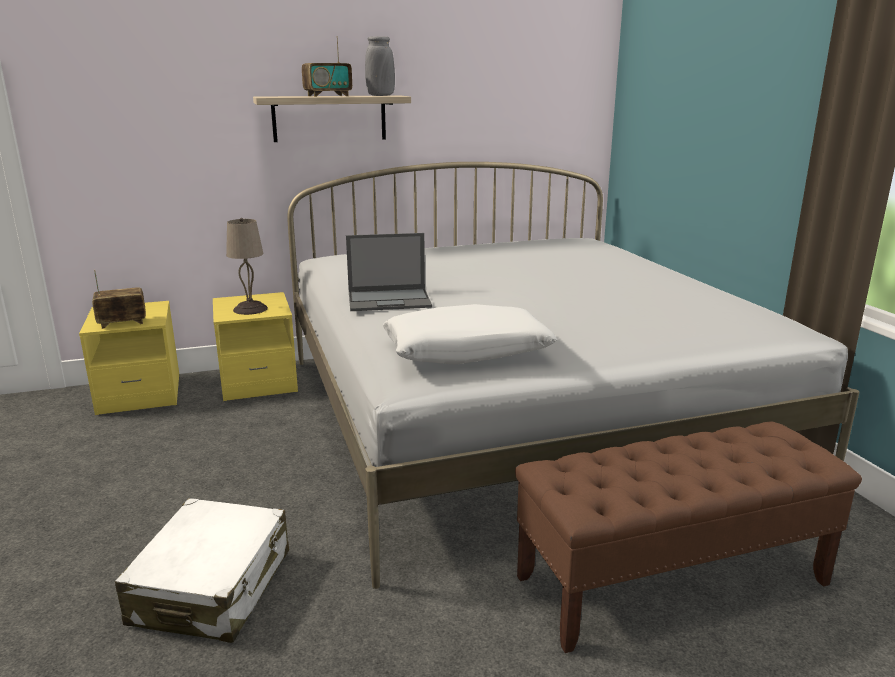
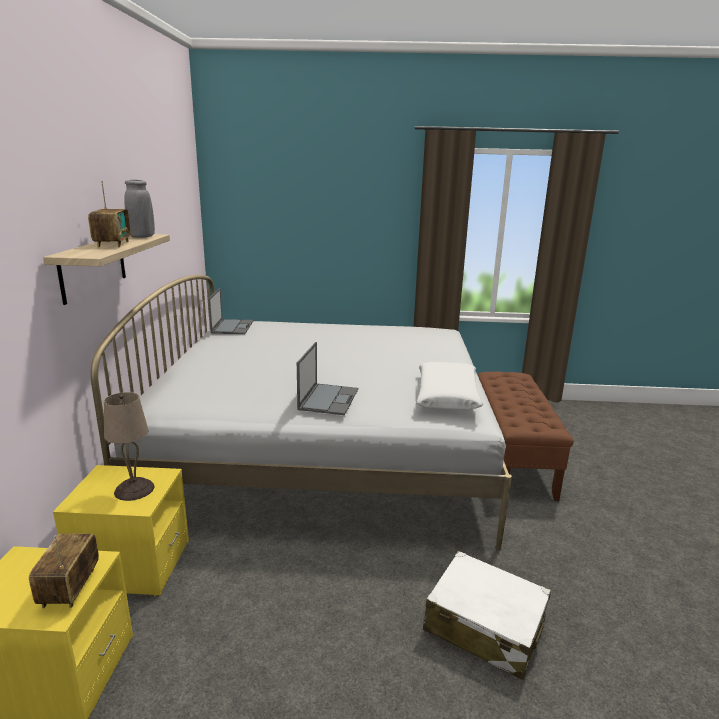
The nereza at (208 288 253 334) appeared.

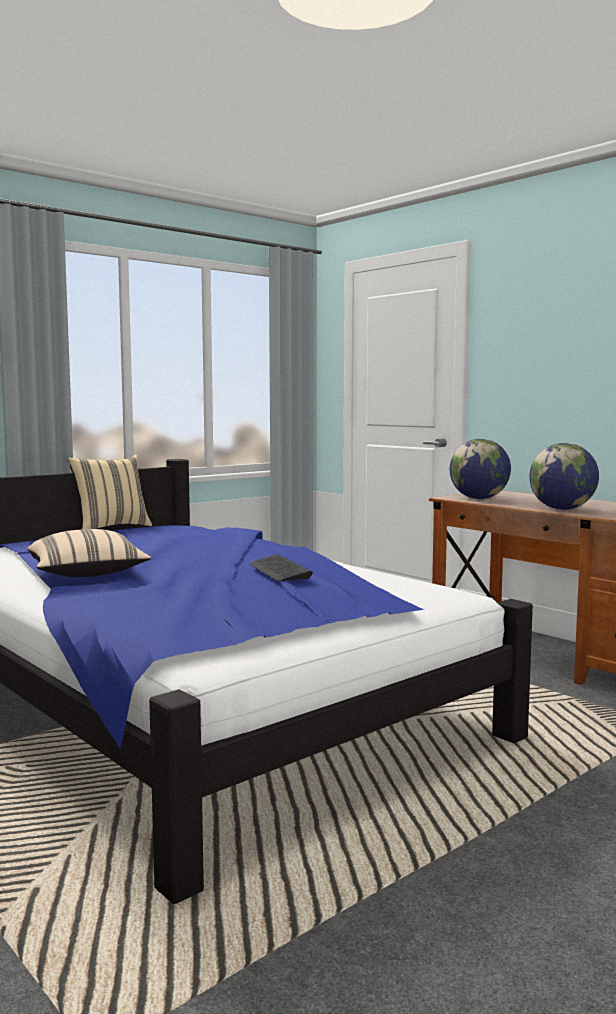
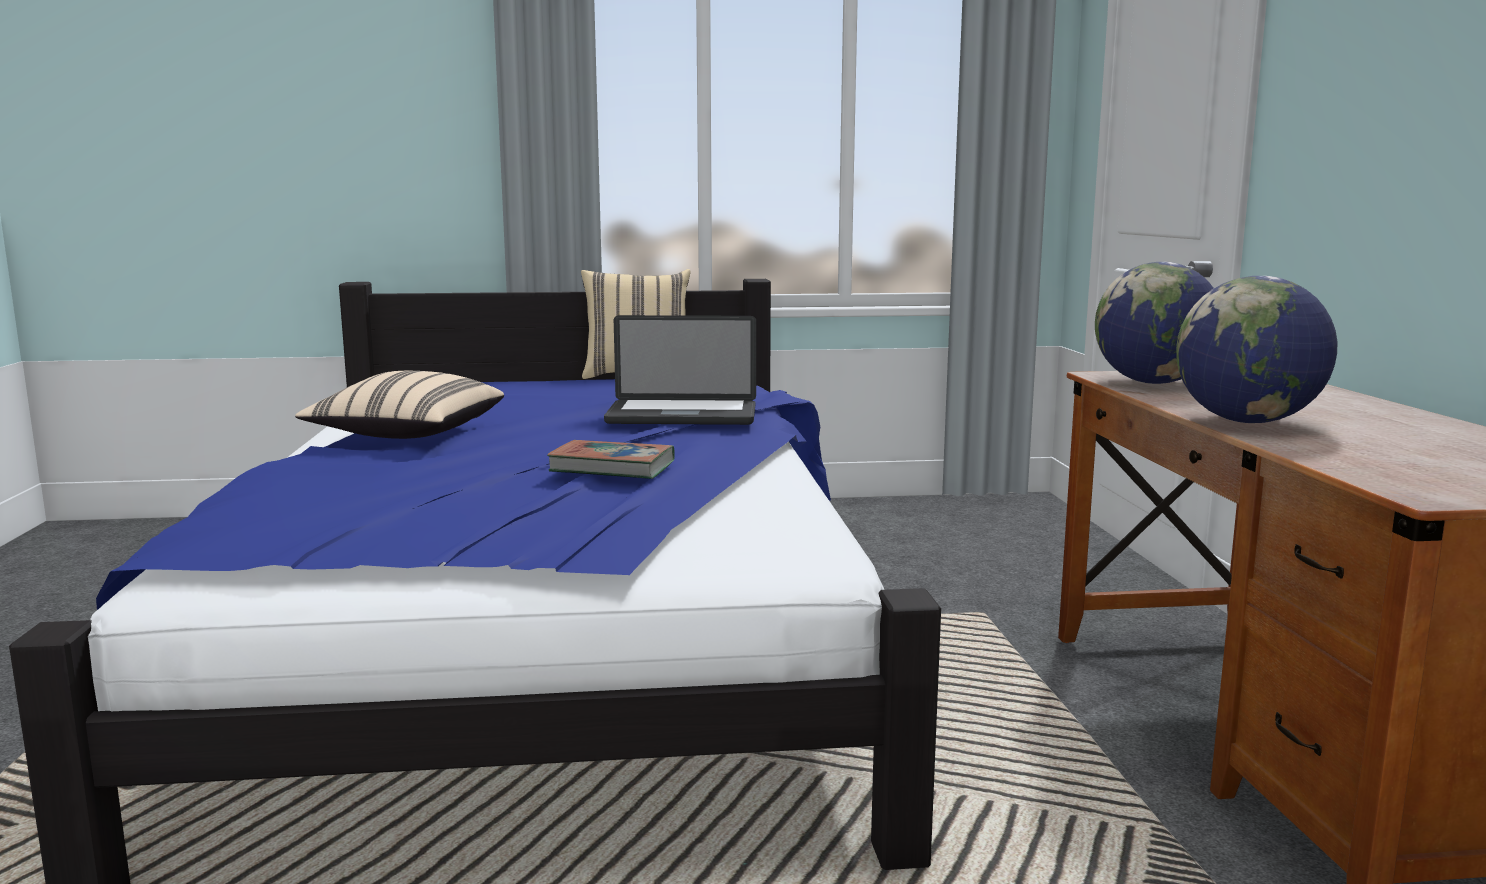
The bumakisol at (249 554 313 581) was replaced by the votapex at (547 440 675 479). The nereza at (604 315 756 425) appeared.

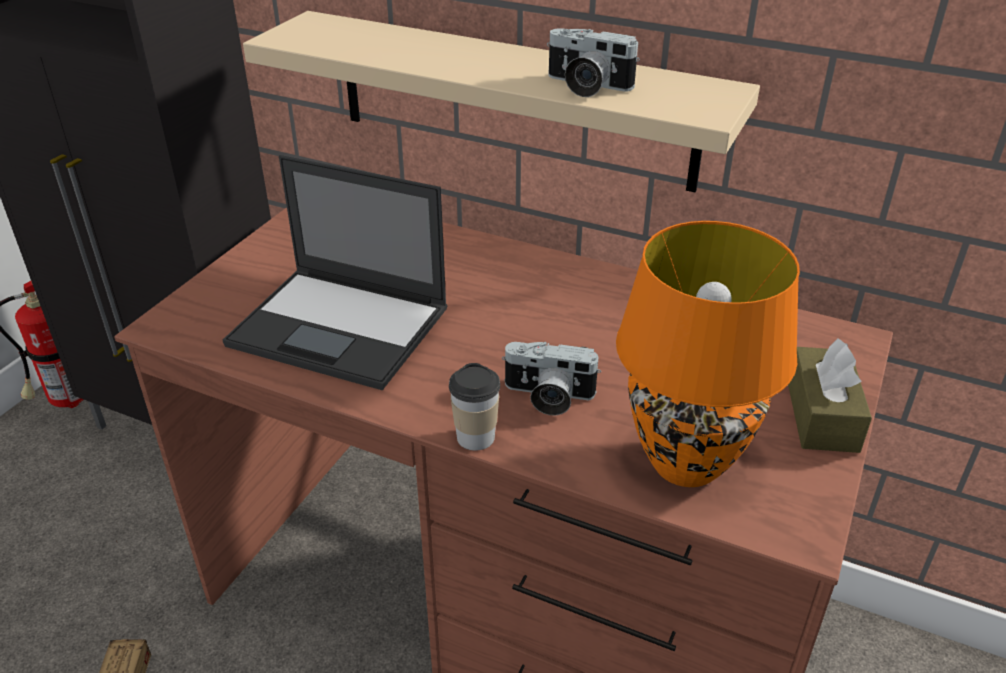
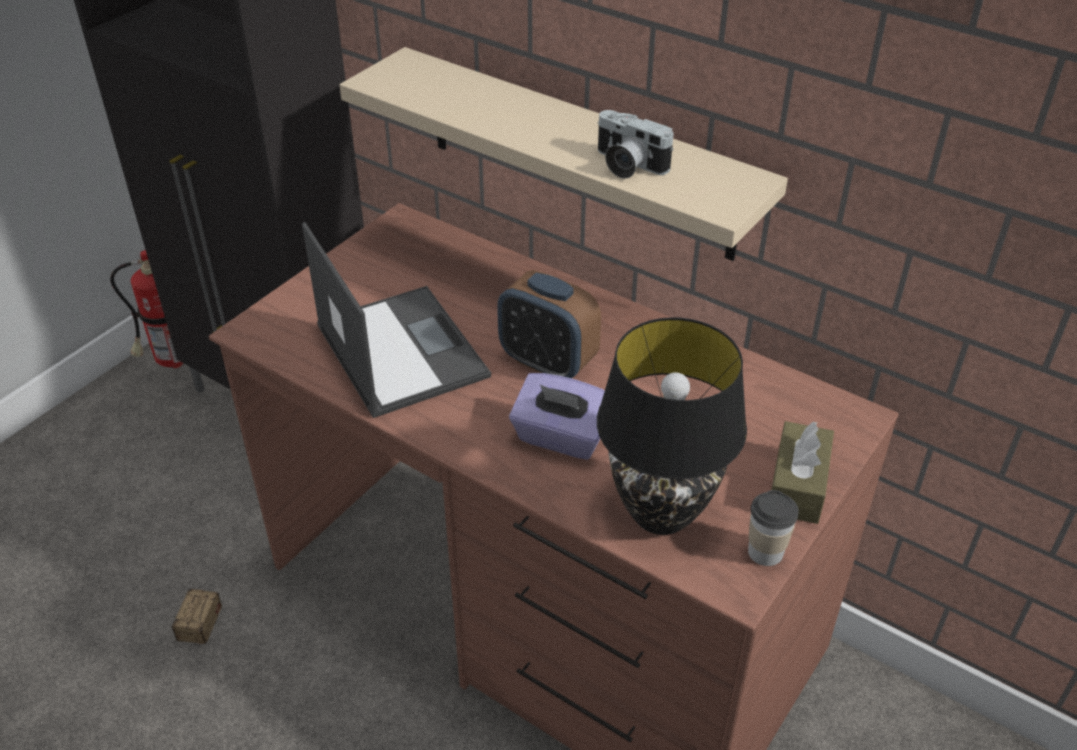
The nereza at (223 155 448 390) turned 150 degrees counterclockwise. The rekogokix moved from (449 363 500 451) to (748 490 799 566). The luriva at (502 342 601 415) was replaced by the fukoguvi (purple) at (509 373 605 460). The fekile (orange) at (616 221 800 487) became the fekile (black) at (597 317 747 535). The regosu at (497 270 601 378) appeared.

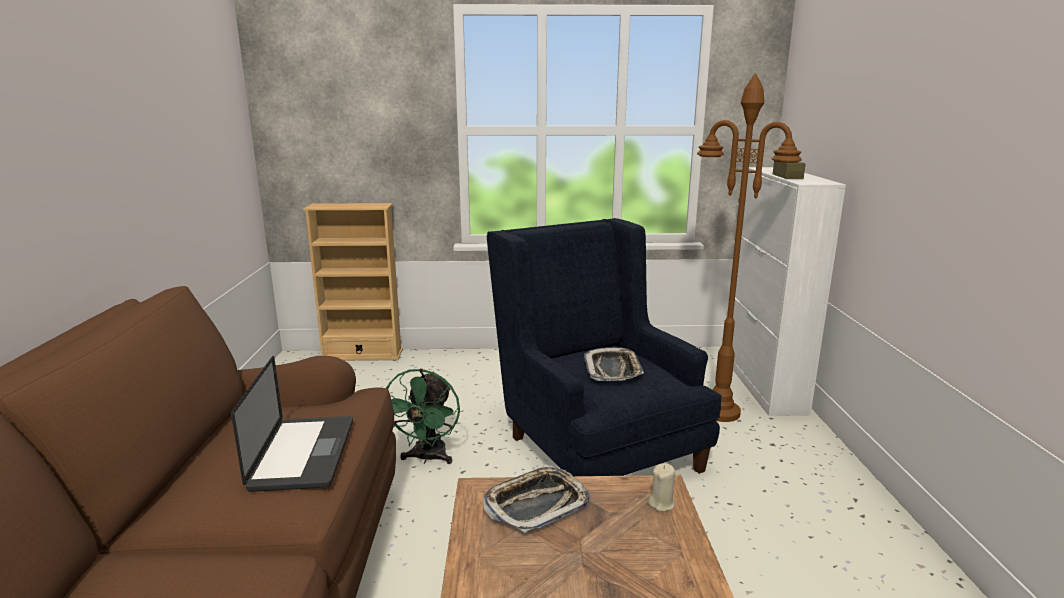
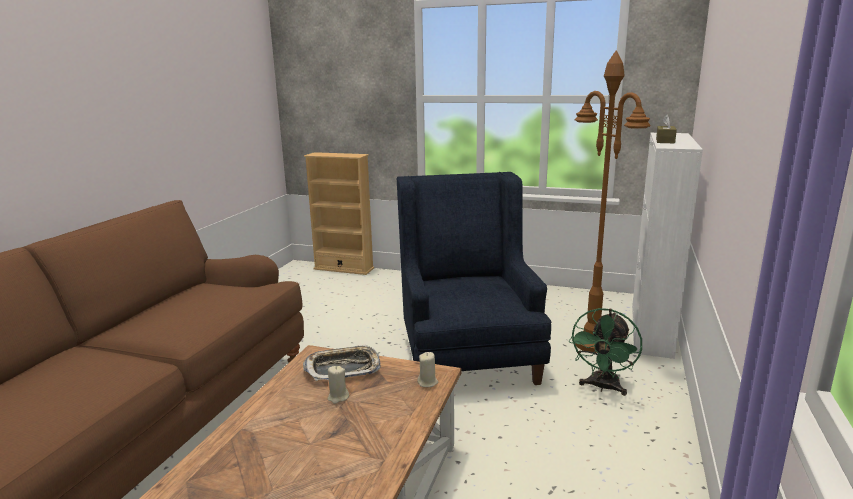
The nereza at (231 356 353 492) disappeared. The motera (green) moved from (386 368 460 464) to (569 308 642 396). The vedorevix at (584 347 644 381) disappeared. The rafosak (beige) at (328 366 349 404) appeared.

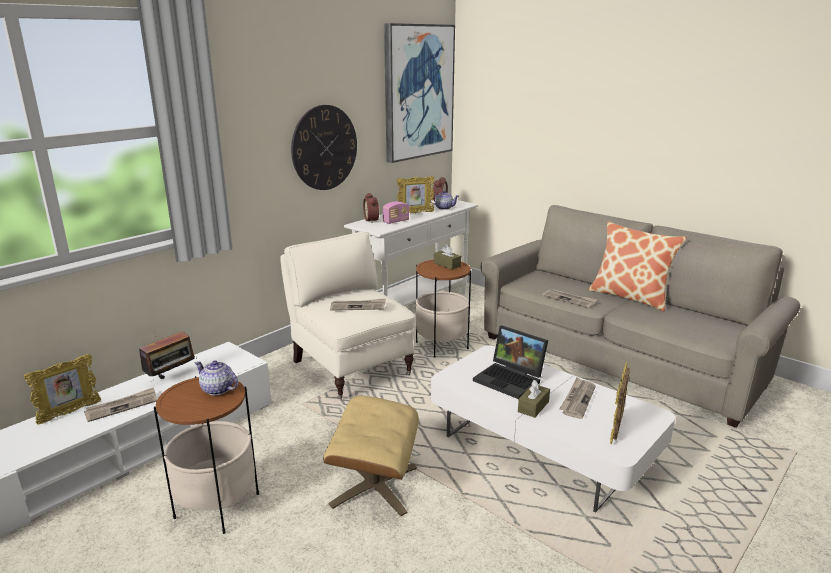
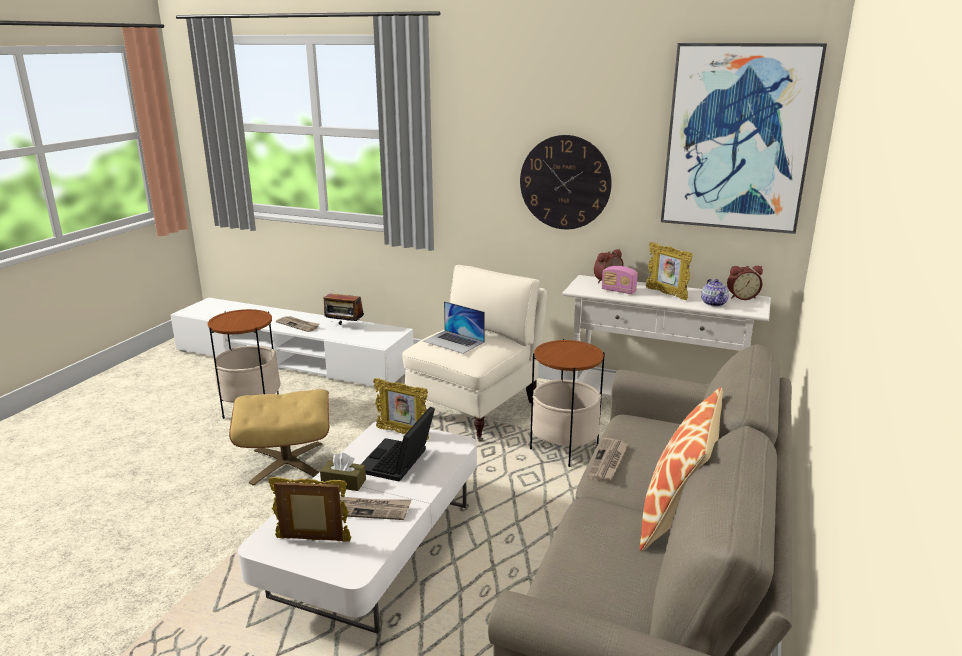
The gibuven moved from (24 354 101 425) to (373 378 429 440). The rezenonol at (195 360 238 396) disappeared. The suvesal at (330 298 386 311) was replaced by the nereza at (423 301 485 354). The fukoguvi (brown) at (434 244 461 270) disappeared.

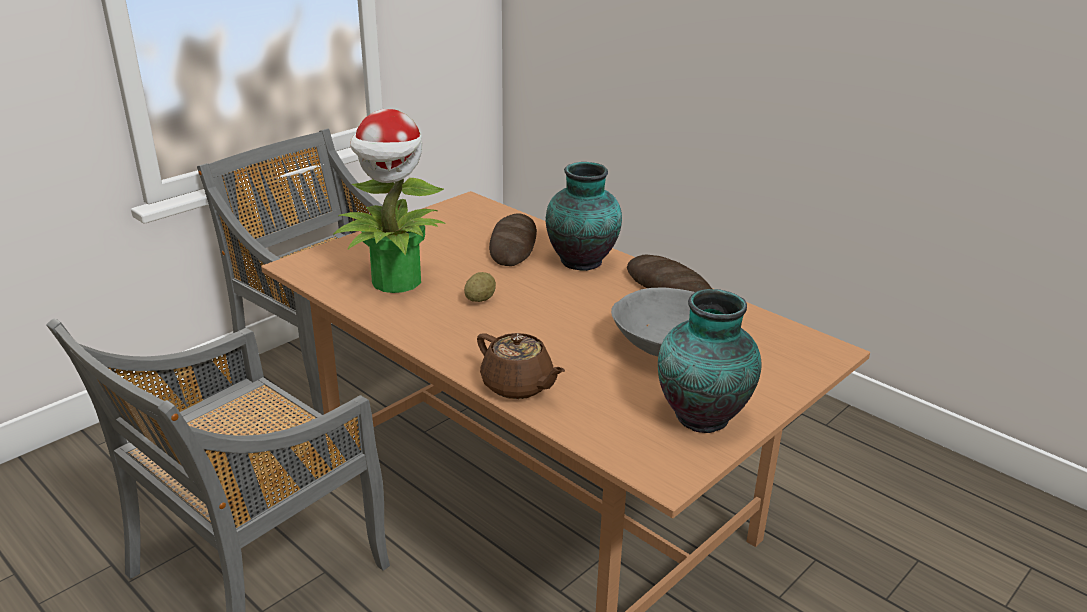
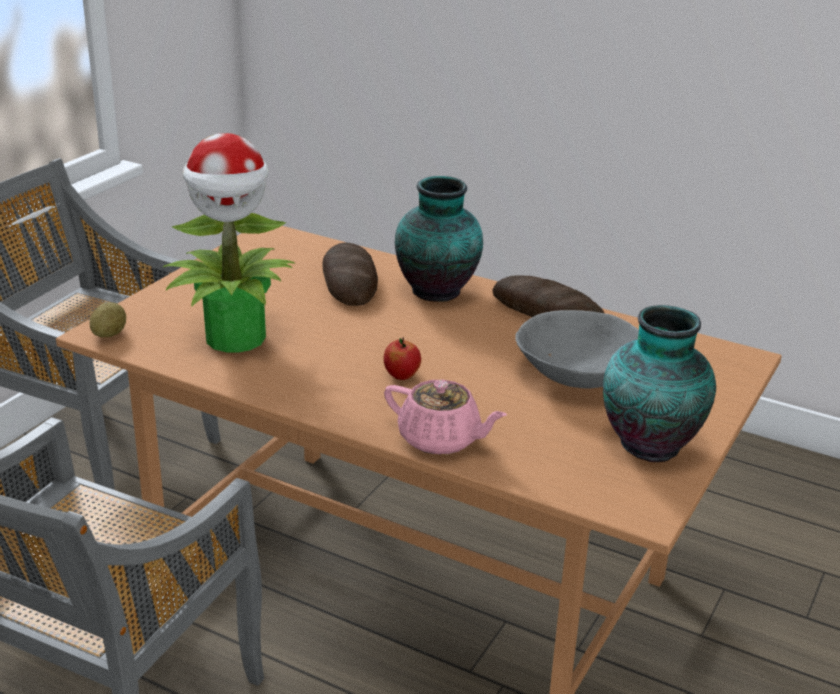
The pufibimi moved from (464 272 496 302) to (90 302 126 337). The rezenonol (brown) at (477 333 565 399) became the rezenonol (pink) at (384 380 507 455). The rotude at (384 337 421 380) appeared.

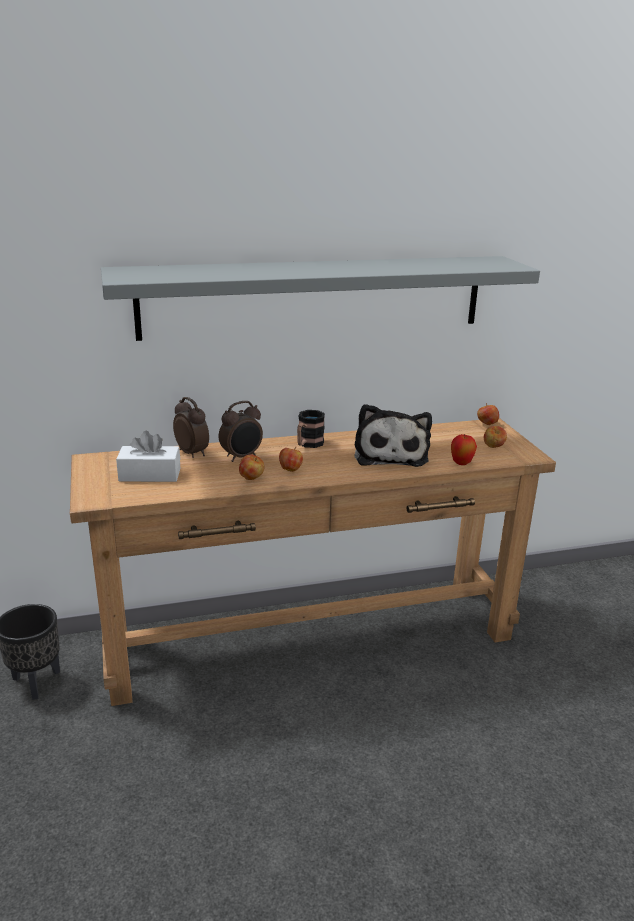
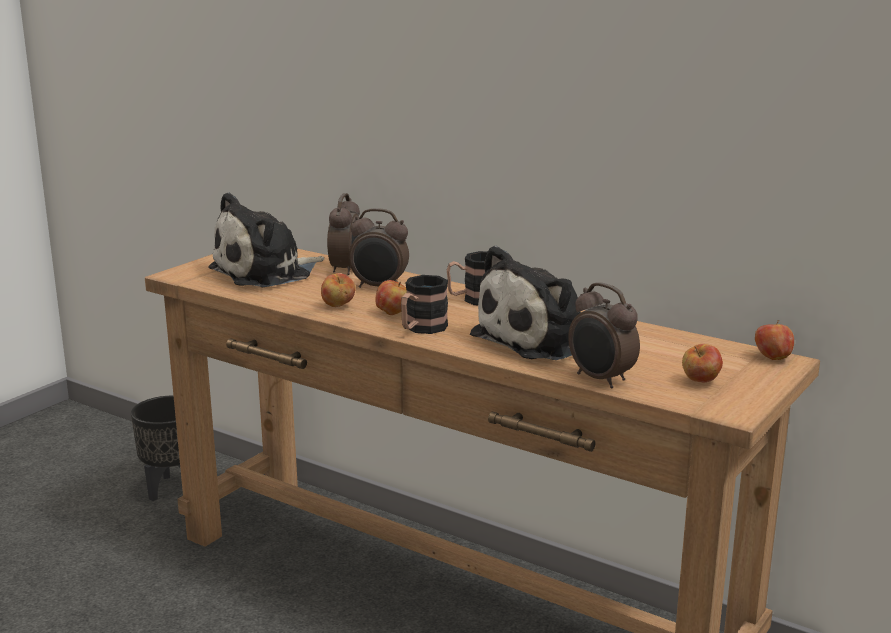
The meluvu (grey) at (101 256 540 341) disappeared. The fukoguvi (white) at (116 431 180 482) was replaced by the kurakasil at (208 192 324 287). The rotude at (451 434 477 465) was replaced by the regosu at (568 282 640 388). The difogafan at (401 275 448 334) appeared.

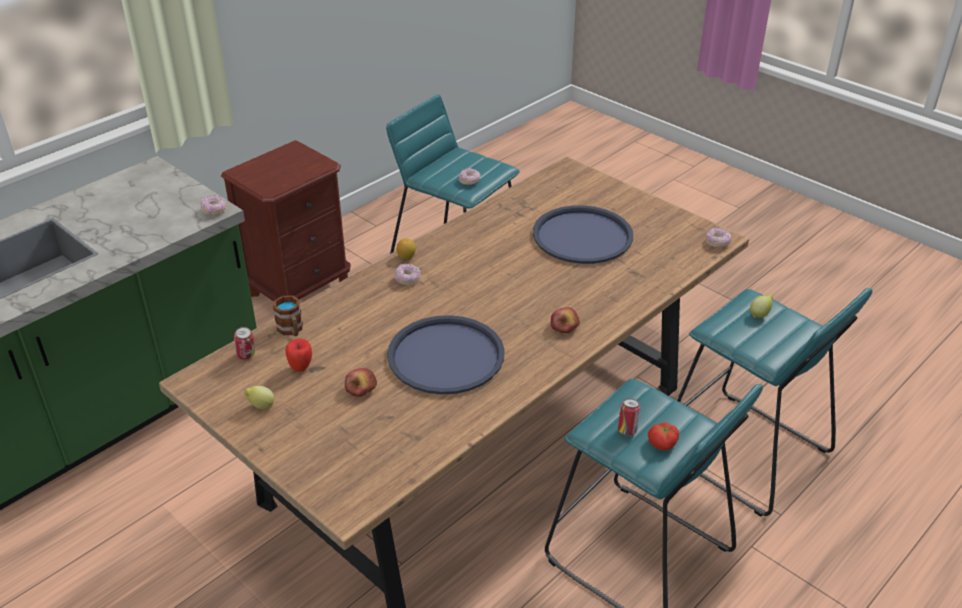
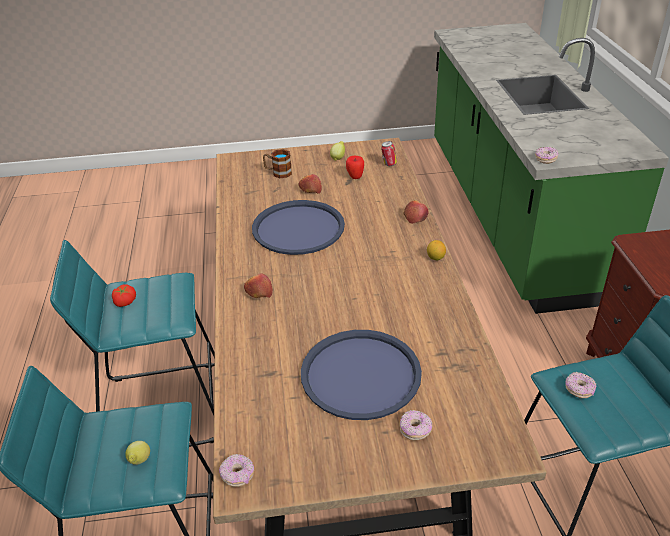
The difogafan moved from (273 295 303 336) to (263 149 292 178). The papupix moved from (395 264 421 285) to (399 410 432 440). The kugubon at (618 398 641 436) disappeared. The rotude at (403 200 428 224) appeared.

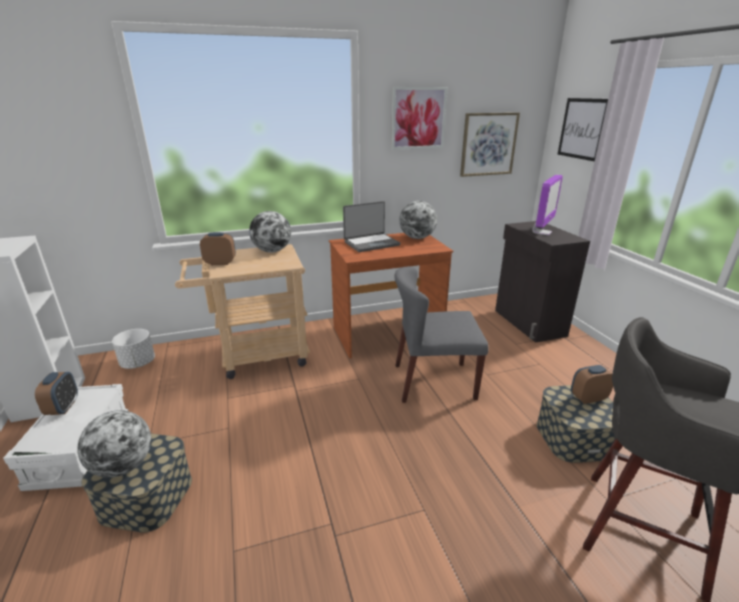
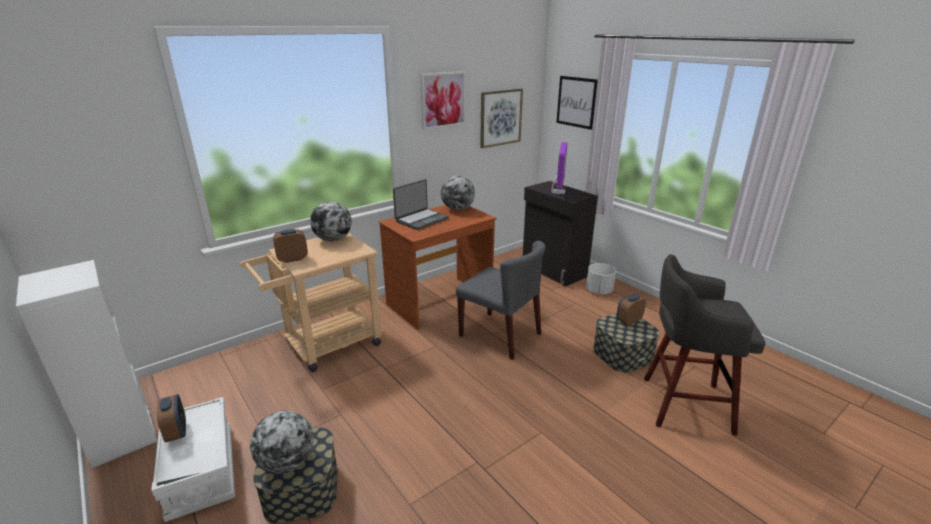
The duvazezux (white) moved from (112 329 155 369) to (586 263 616 294). The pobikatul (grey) at (394 266 489 403) turned 120 degrees counterclockwise.

